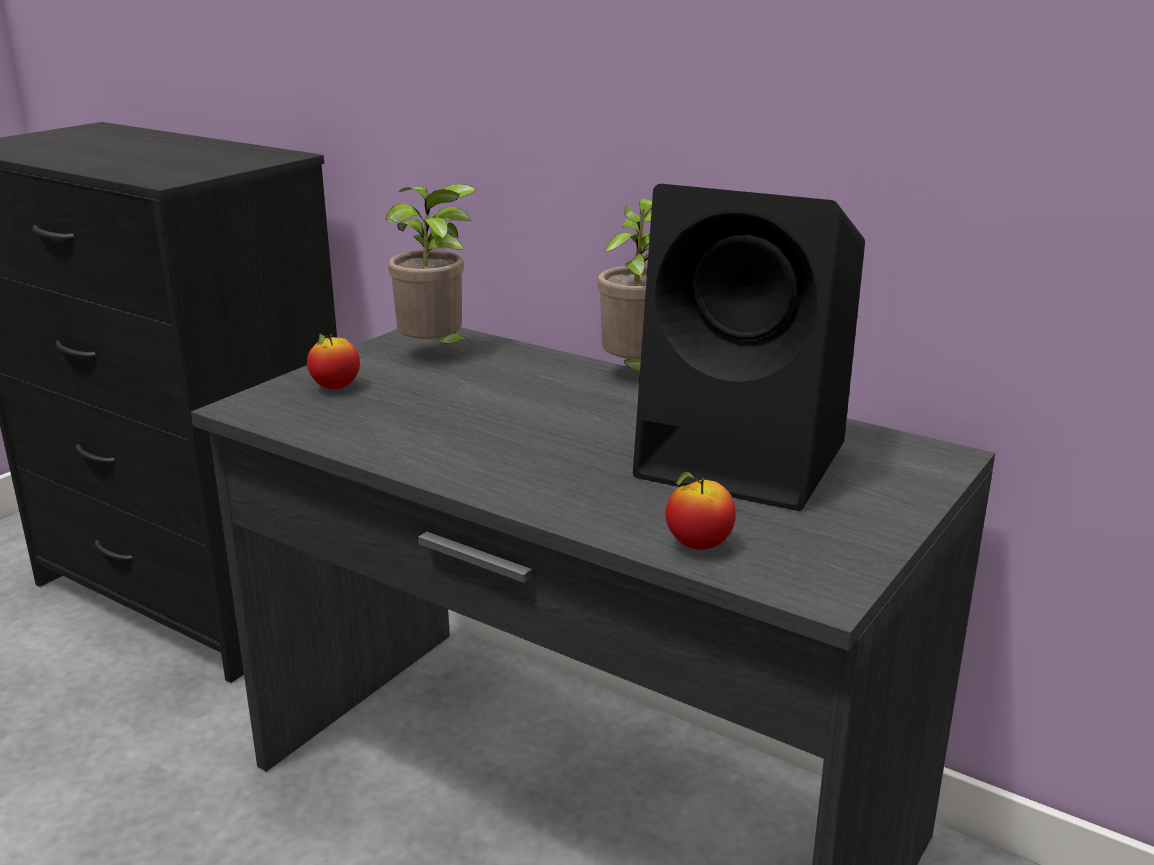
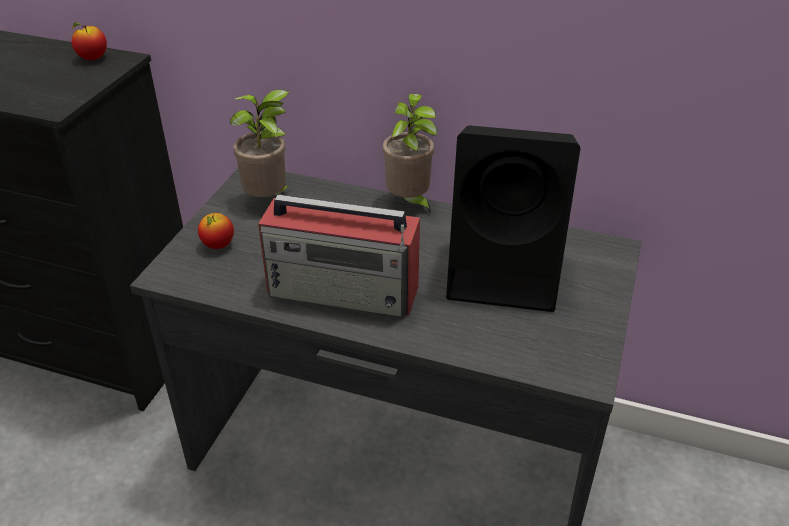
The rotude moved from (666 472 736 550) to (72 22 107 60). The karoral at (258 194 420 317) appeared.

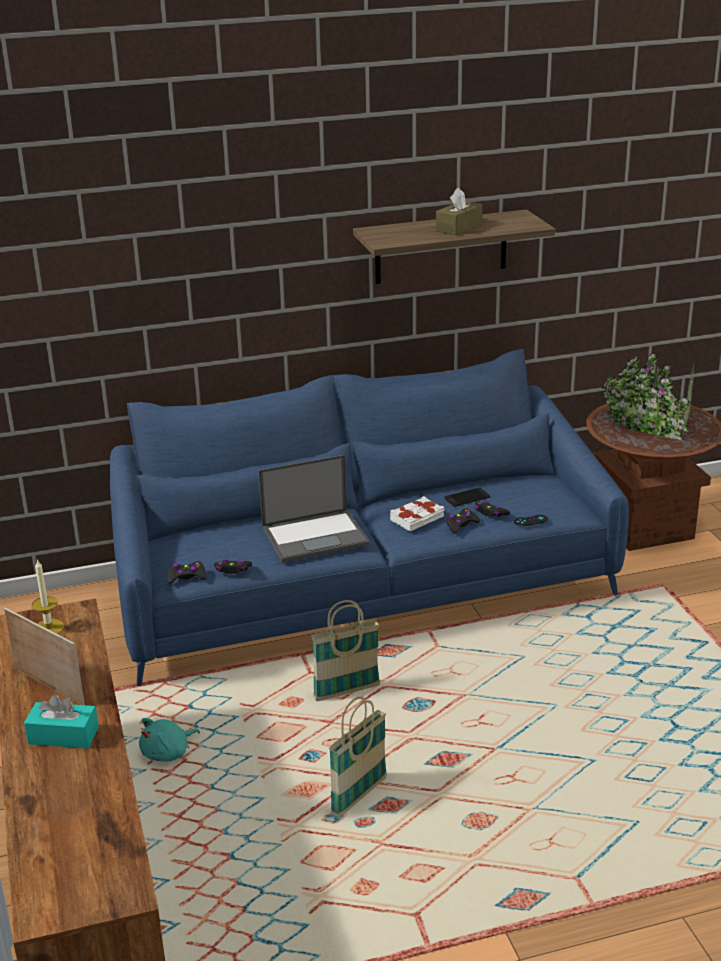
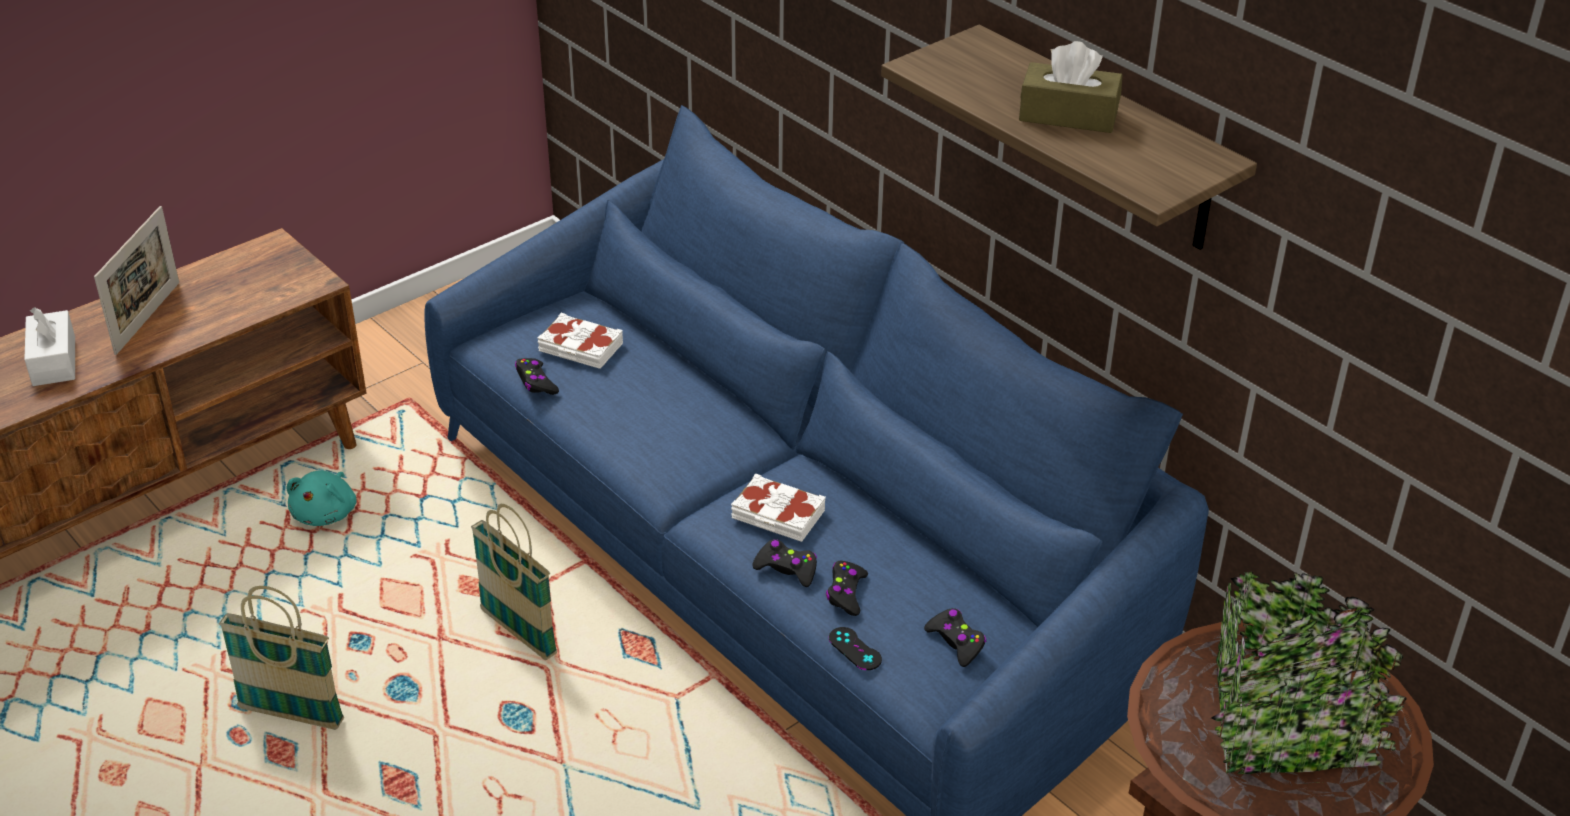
The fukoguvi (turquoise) at (24 694 99 749) became the fukoguvi (white) at (24 307 75 386). The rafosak at (32 559 64 634) disappeared. The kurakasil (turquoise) at (139 718 200 761) turned 105 degrees counterclockwise. The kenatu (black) moved from (168 561 206 583) to (924 608 986 667). The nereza at (258 454 370 563) disappeared. The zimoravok at (444 487 490 507) disappeared. The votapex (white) at (537 313 623 369) appeared.

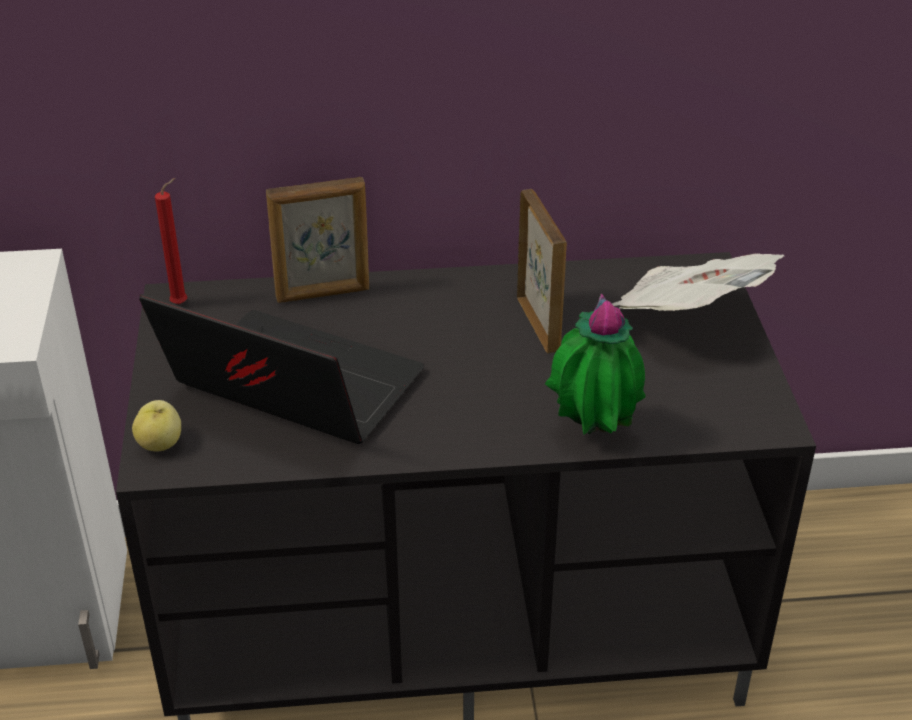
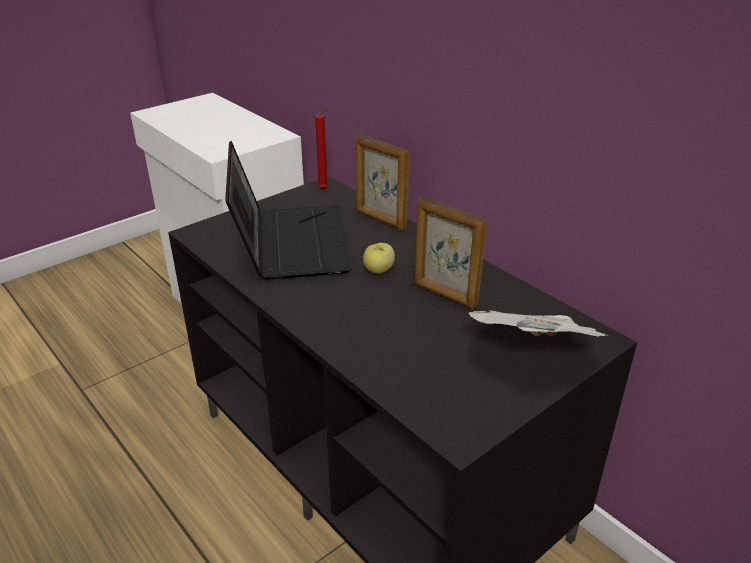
The rotude moved from (132 400 181 451) to (363 243 395 274). The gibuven at (517 189 567 354) turned 90 degrees clockwise. The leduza at (545 294 646 435) disappeared.

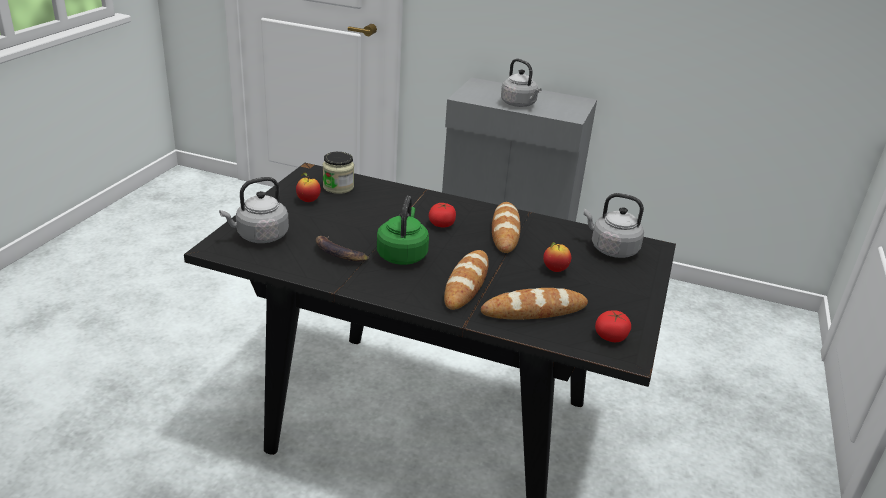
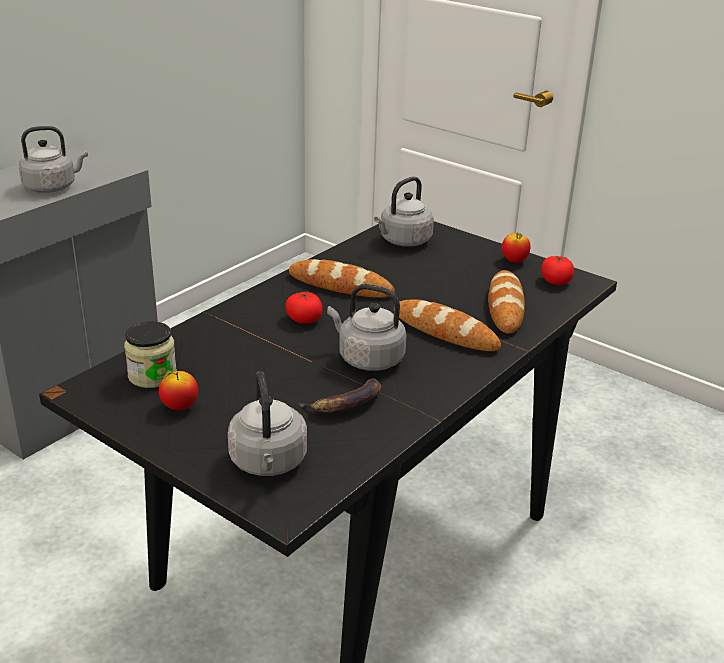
The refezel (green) at (377 196 429 265) became the refezel (grey) at (327 284 406 371). The rotude moved from (543 242 571 272) to (502 233 531 262).

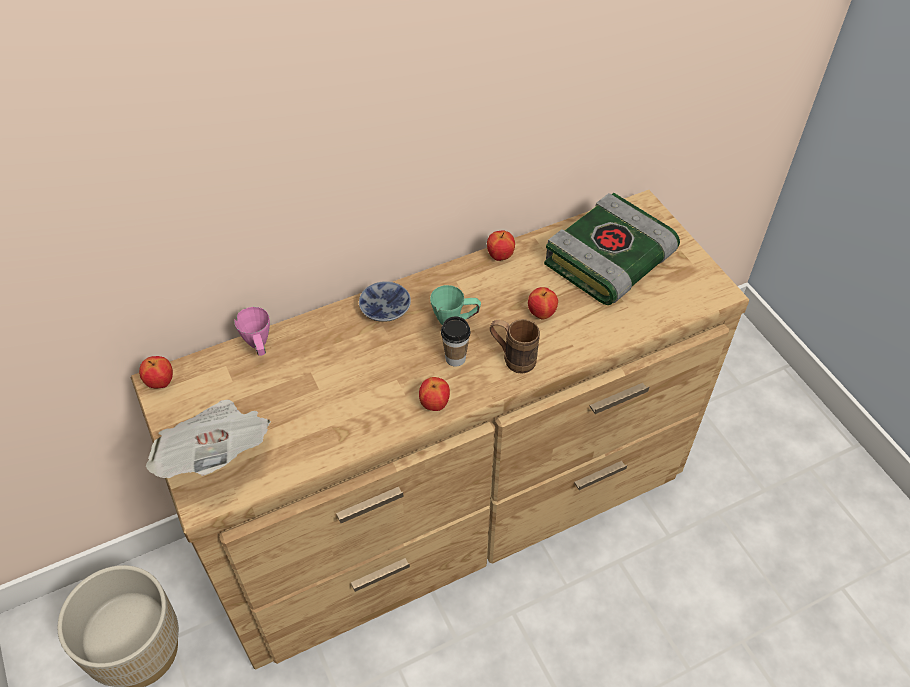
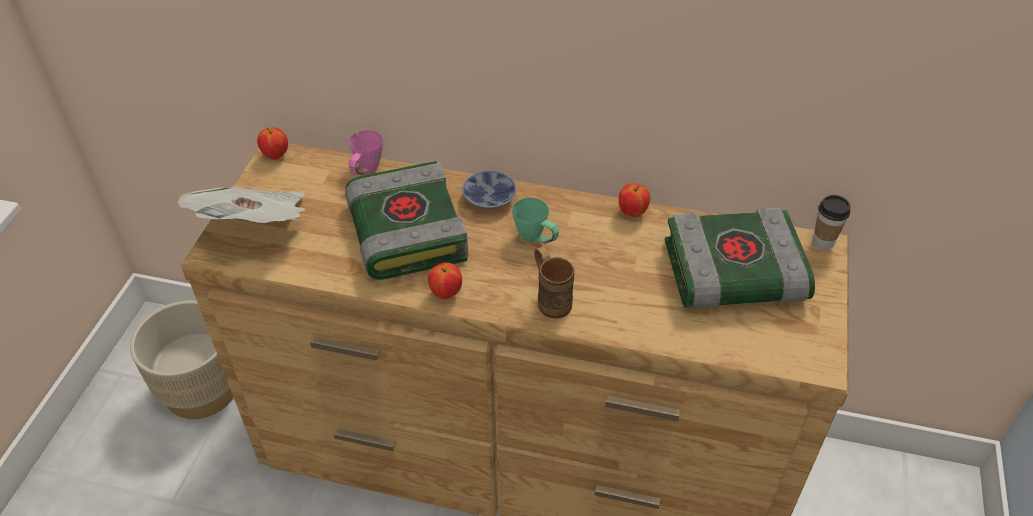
The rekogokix moved from (441 317 471 367) to (813 195 850 250). The rotude at (528 287 558 320) disappeared. The votapex at (345 161 468 280) appeared.

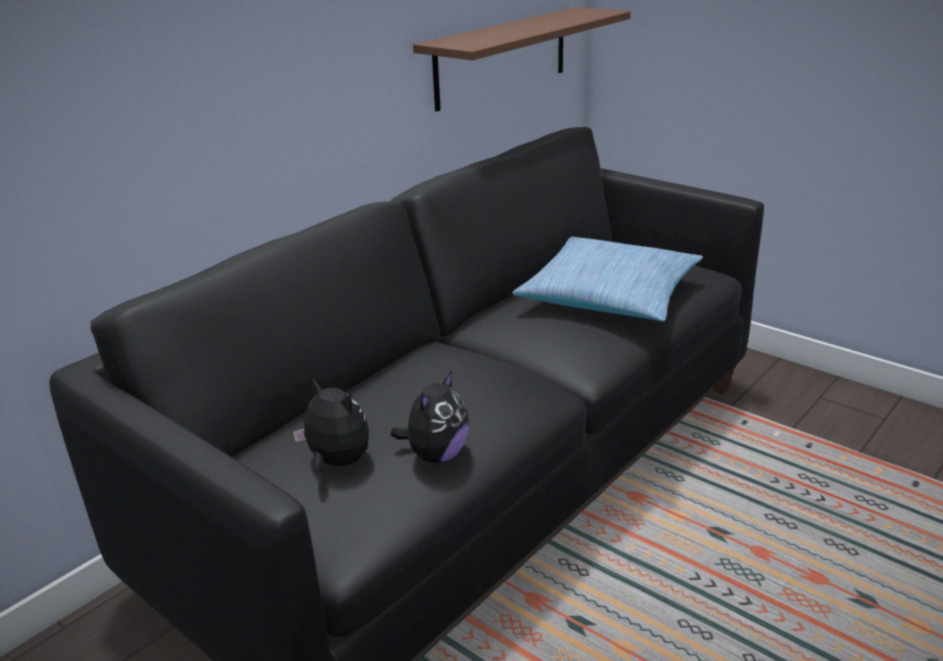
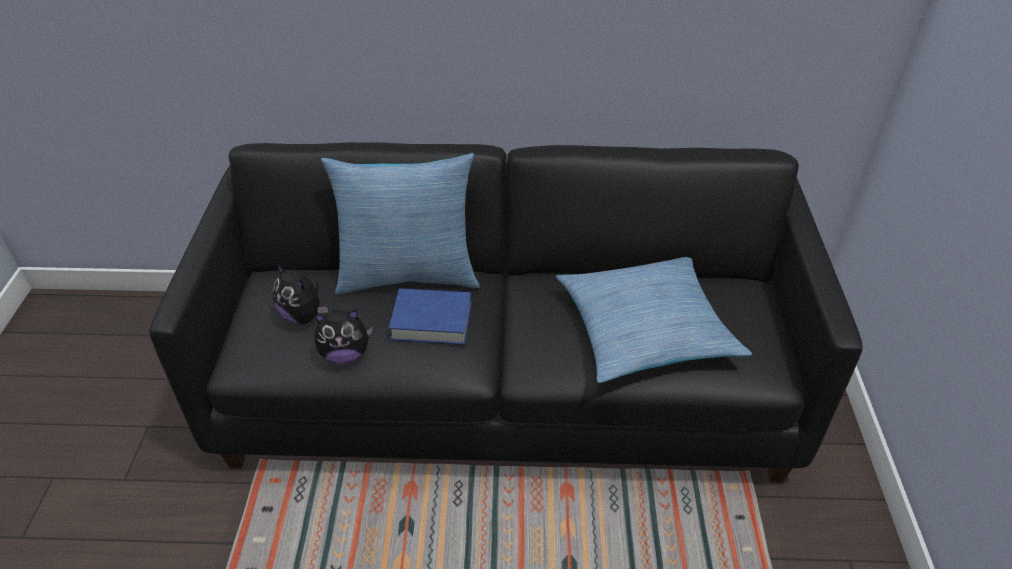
The kurakasil at (293 378 369 473) turned 135 degrees clockwise. The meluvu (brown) at (413 7 631 112) disappeared. The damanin at (321 153 480 295) appeared. The votapex (blue) at (389 288 471 345) appeared.

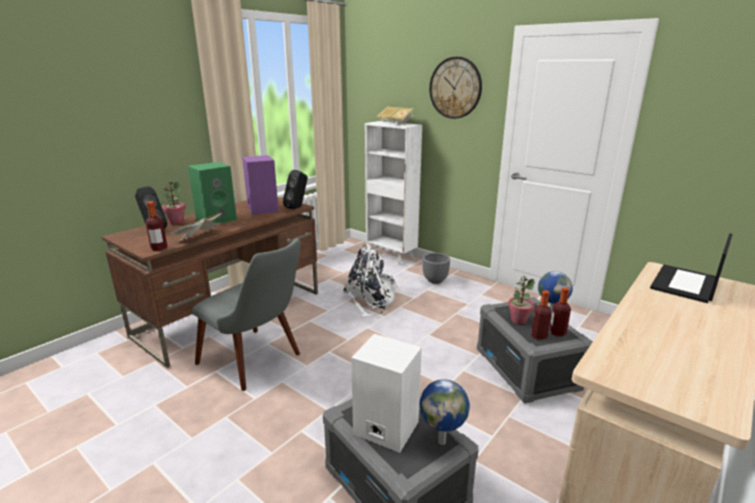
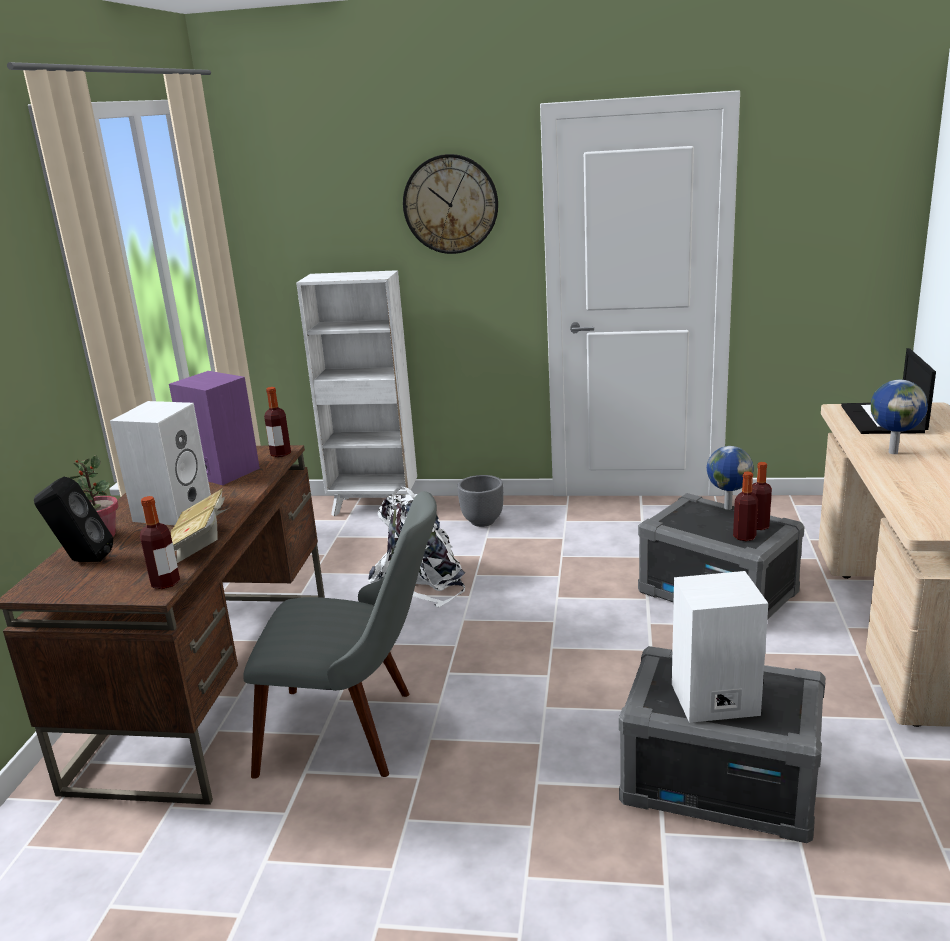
The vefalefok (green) at (188 162 237 223) became the vefalefok (white) at (110 401 211 525). The vefalefok (black) at (283 170 308 209) was replaced by the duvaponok at (264 387 291 457). The votapex at (376 107 413 125) disappeared. The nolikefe moved from (420 379 470 445) to (871 380 928 454). The leduza at (508 276 535 324) disappeared.

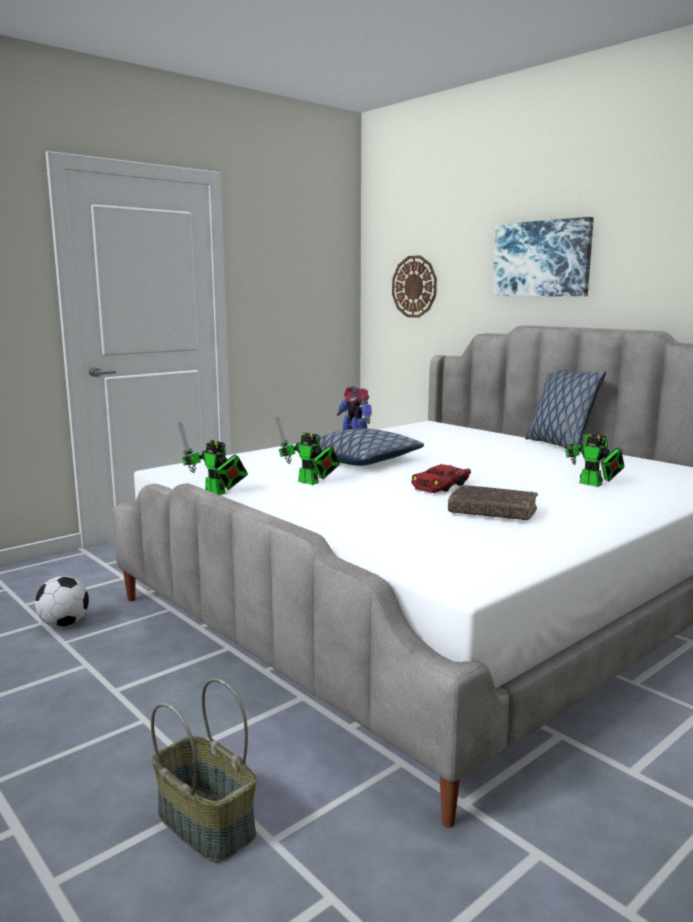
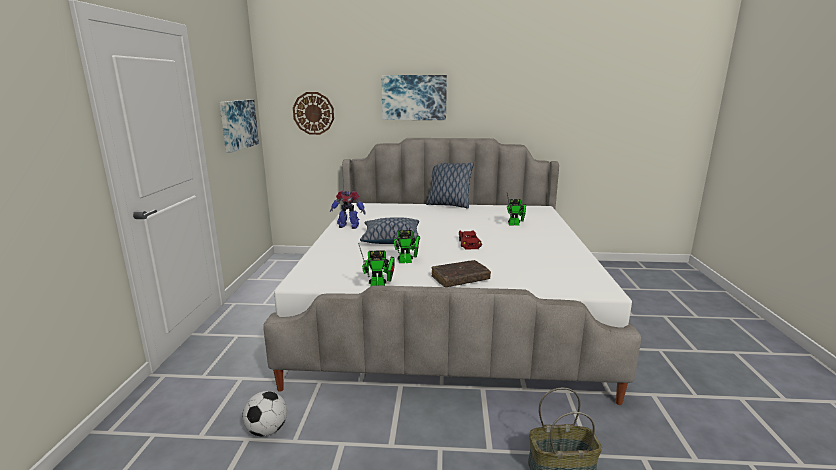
The votapex (brown) moved from (448 485 538 520) to (431 260 491 287). The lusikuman at (219 100 259 153) appeared.

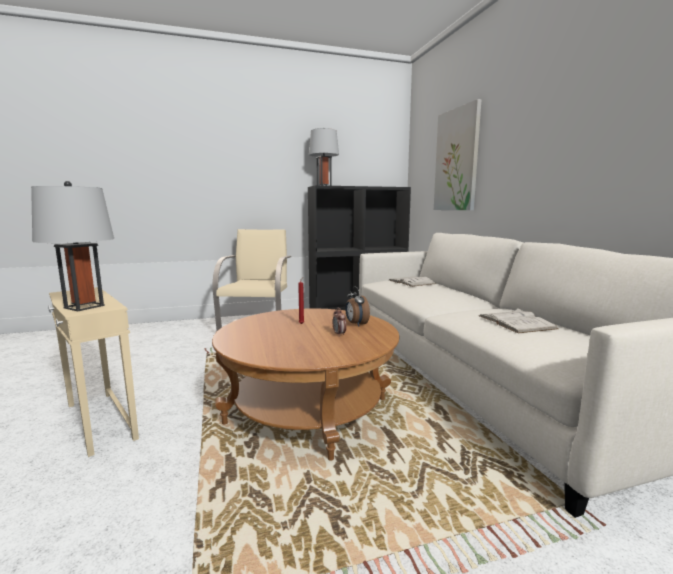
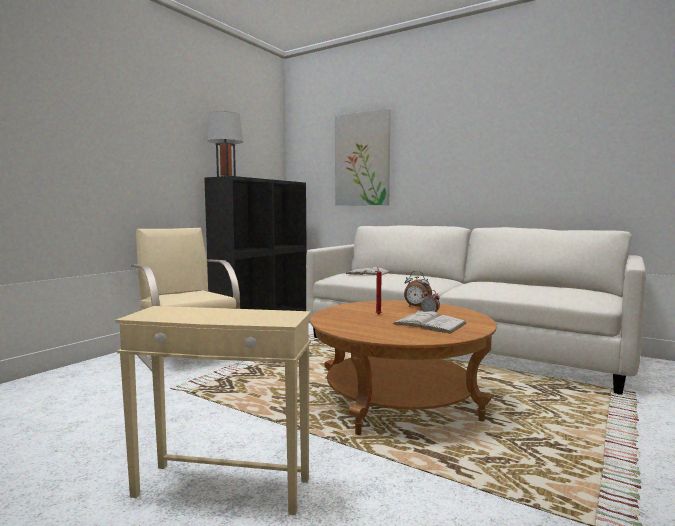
The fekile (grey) at (31 181 114 311) disappeared. The votapex (white) moved from (478 308 559 333) to (393 310 467 333).

